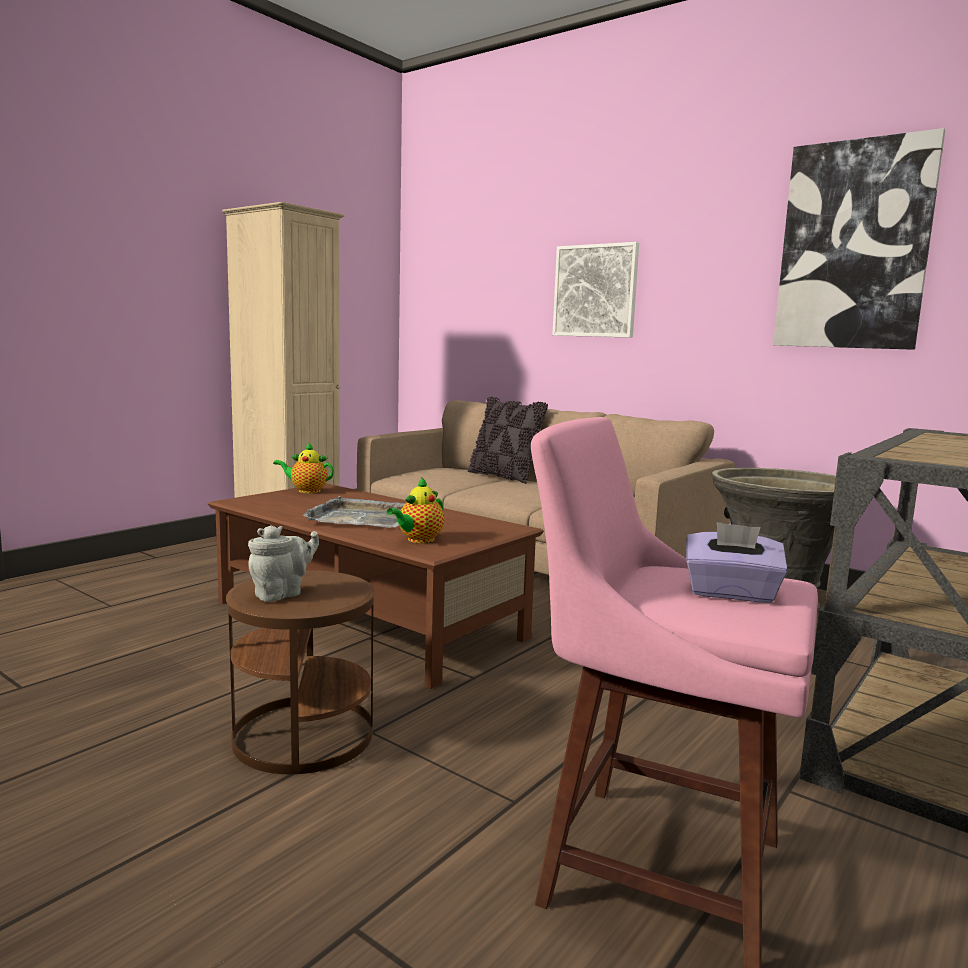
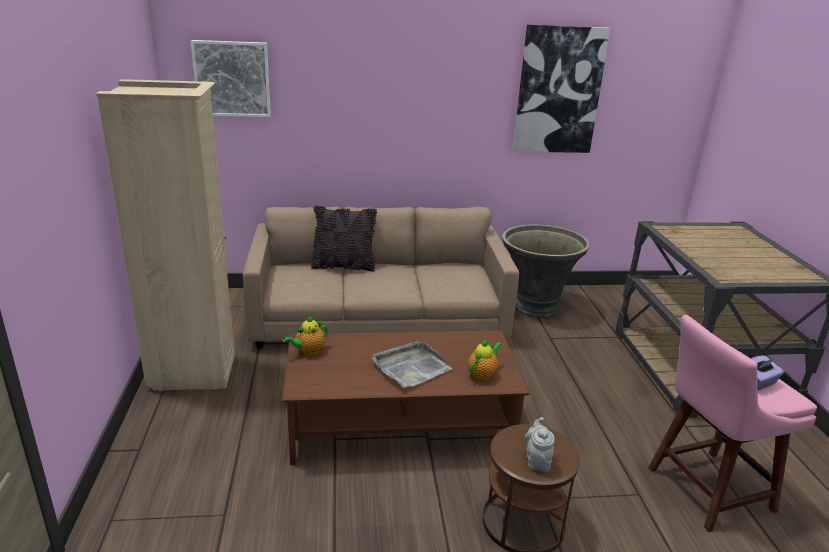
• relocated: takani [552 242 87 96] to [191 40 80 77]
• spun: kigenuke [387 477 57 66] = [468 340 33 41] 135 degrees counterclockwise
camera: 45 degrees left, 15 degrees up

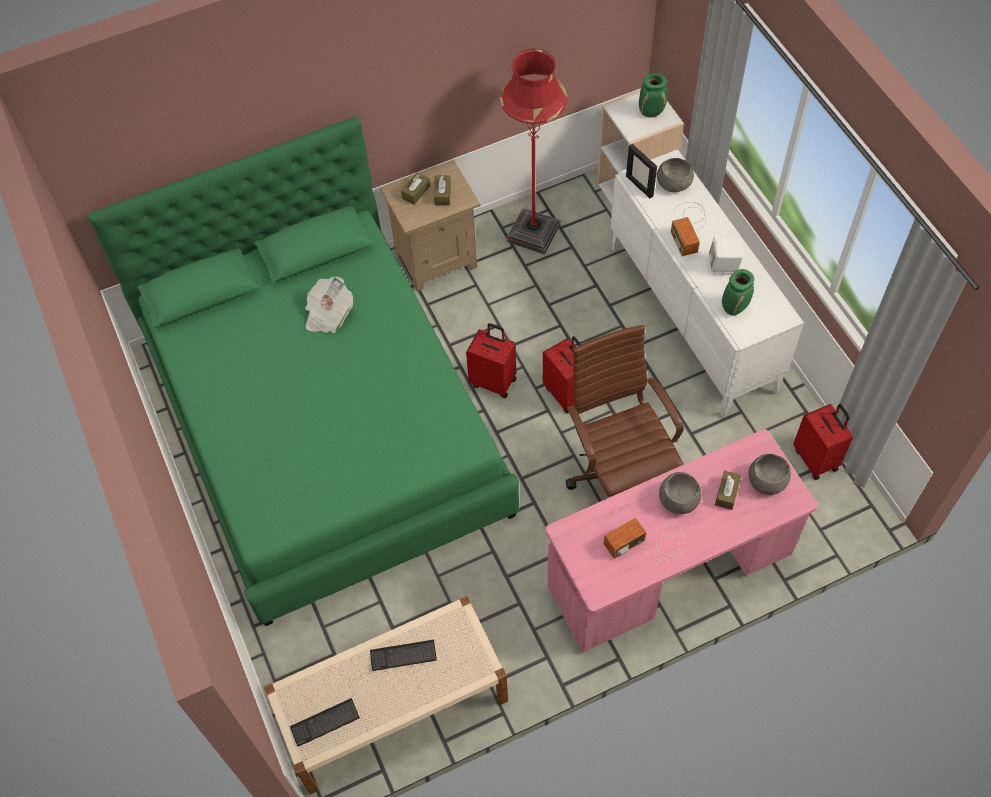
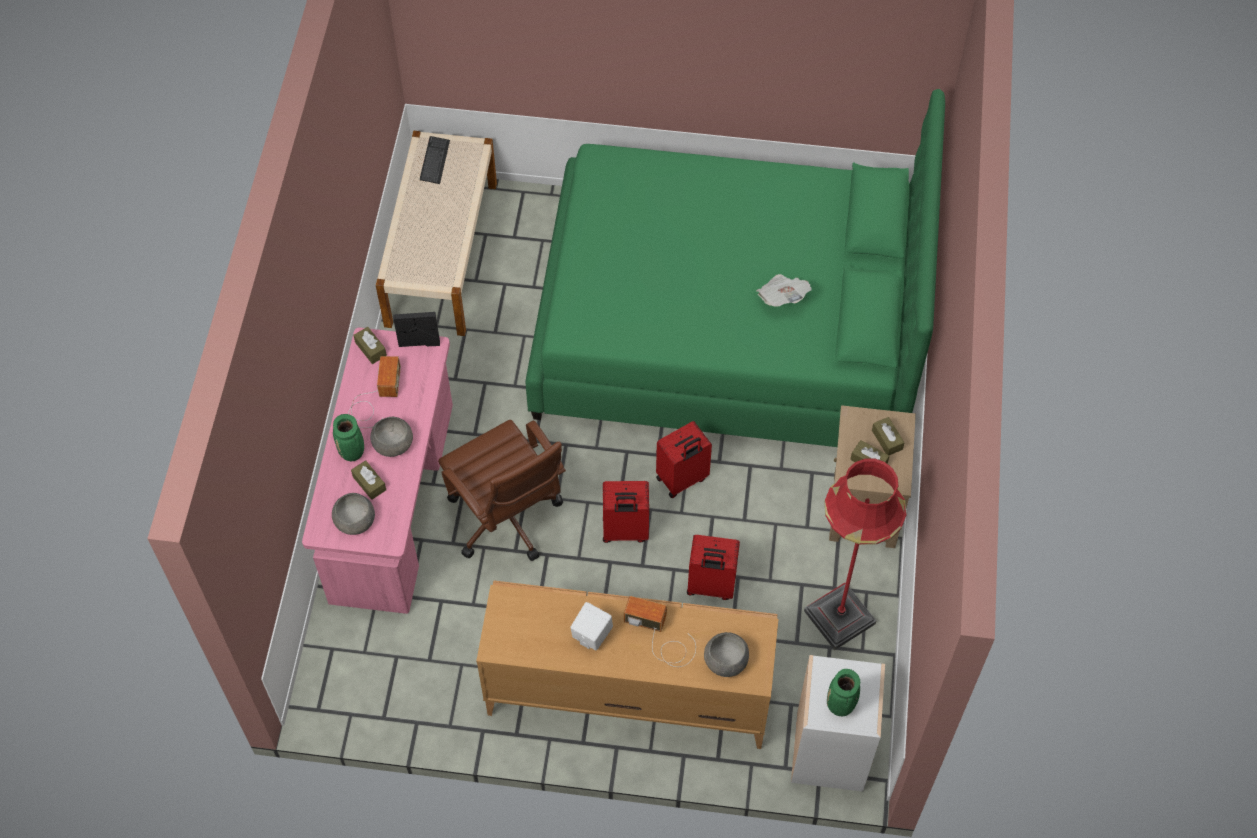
• relocated: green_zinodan [722 269 32 46] to [333 414 31 47]
• appeared: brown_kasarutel [353 327 34 37]
• relocated: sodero [626 144 31 54] to [393 312 47 35]
• spun: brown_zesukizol [566 325 118 172] = [438 420 128 141] 45 degrees clockwise
• colour: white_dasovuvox [611 149 193 269] to brown_dasovuvox [476 580 302 169]
• relocated: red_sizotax [794 404 59 76] to [687 535 53 65]
• missing: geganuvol [370 639 67 32]
camera: 120 degrees right, 0 degrees up

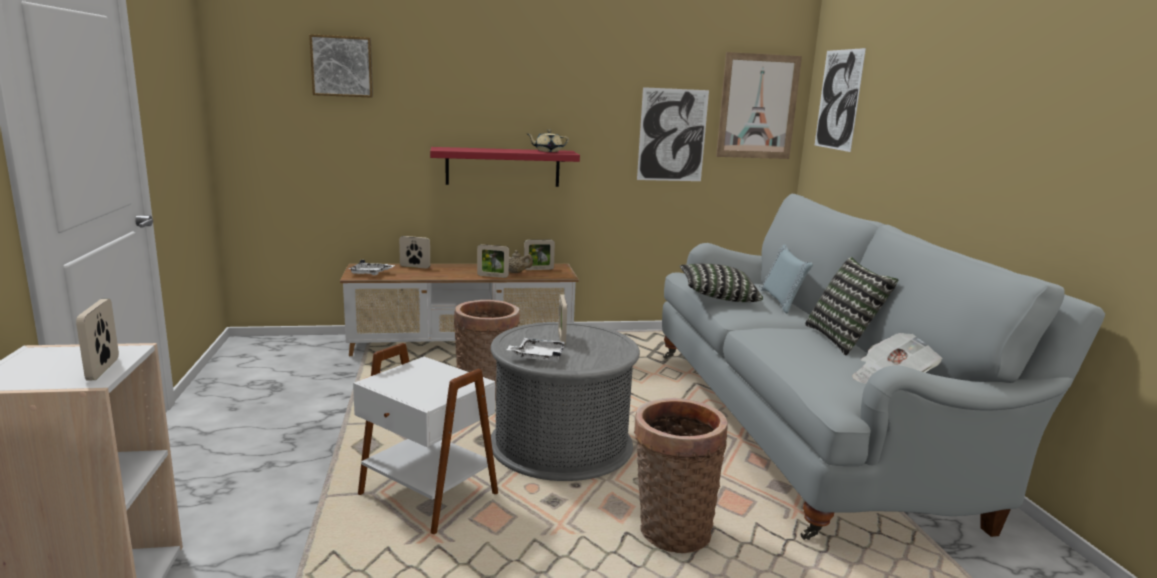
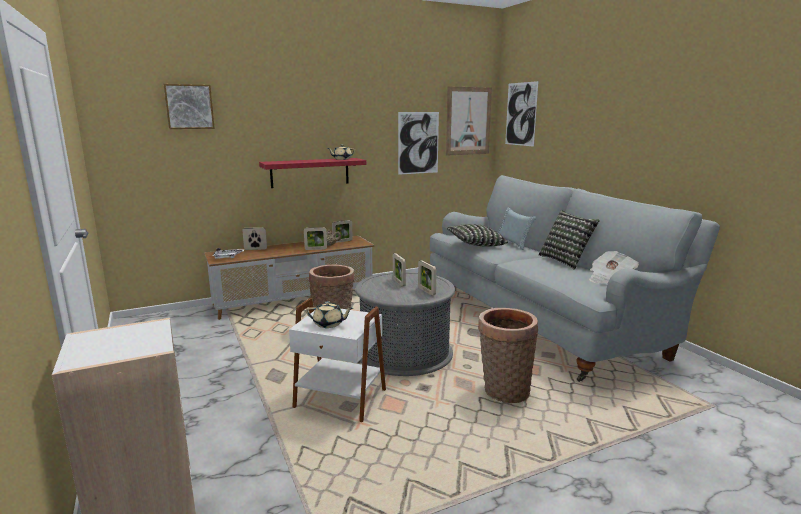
• appeared: beige_kigenuke [306 301 47 27]
• relocated: sodero [76 299 43 82] to [418 260 19 36]
• missing: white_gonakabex [507 338 58 23]
camera: 15 degrees left, 0 degrees up

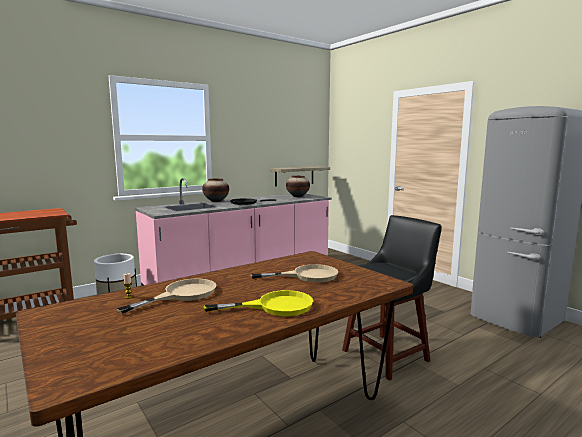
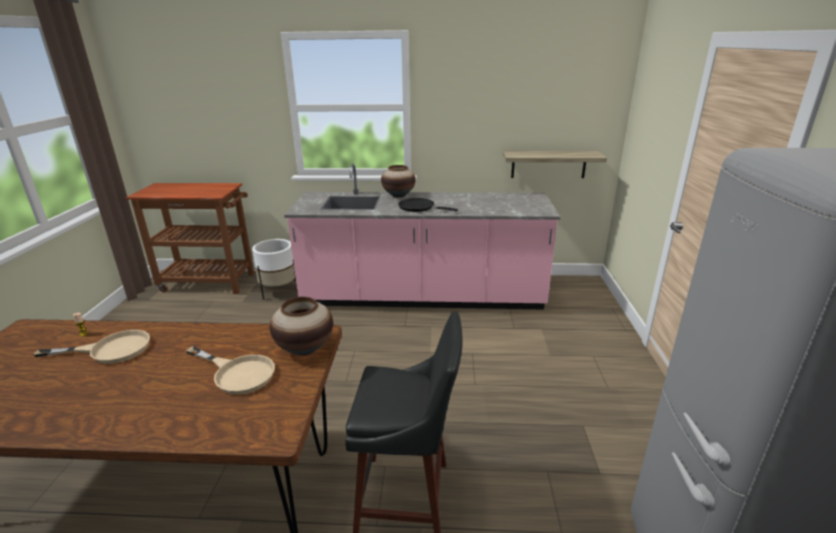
• relocated: zinodan [286 176 24 21] to [270 297 63 59]
• missing: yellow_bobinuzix [204 290 109 26]
camera: 40 degrees right, 15 degrees up

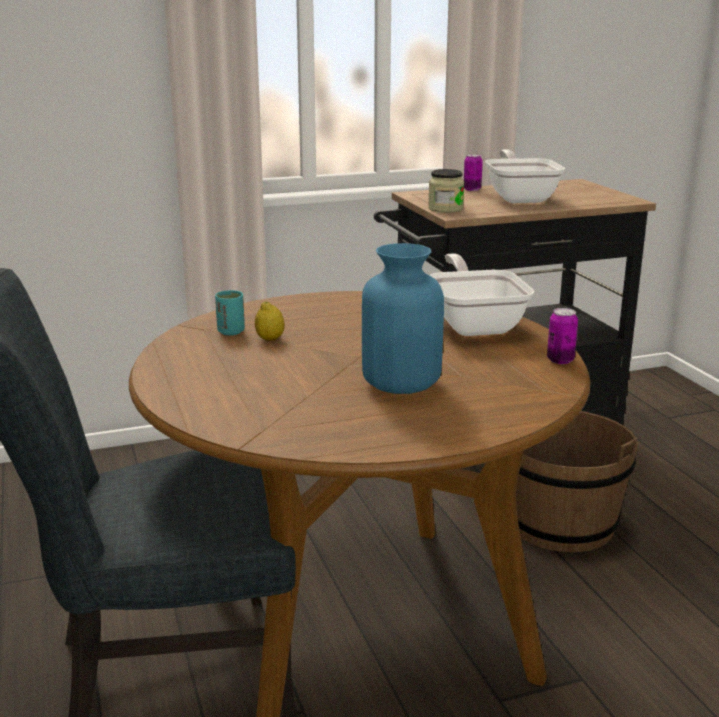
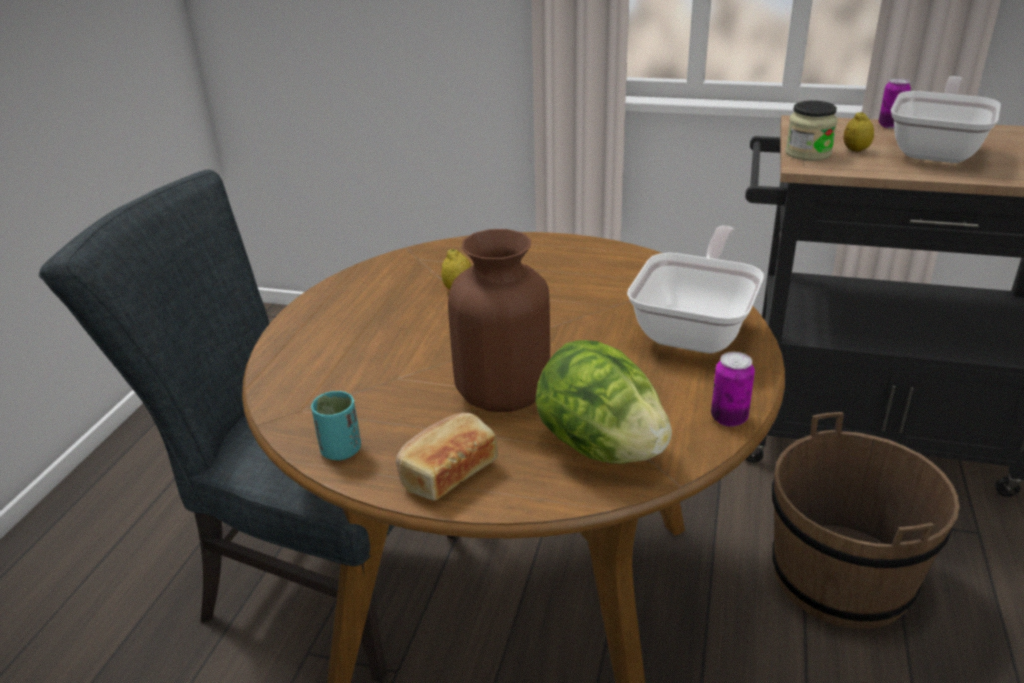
• relocated: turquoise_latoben [215 290 30 45] to [311 391 50 70]
• appeared: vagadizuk [396 413 102 88]
• colour: blue_zinodan [362 243 82 151] to brown_zinodan [448 229 102 183]
• appeared: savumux [536 340 136 124]
• appeared: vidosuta [843 112 31 40]
camera: 35 degrees right, 10 degrees up

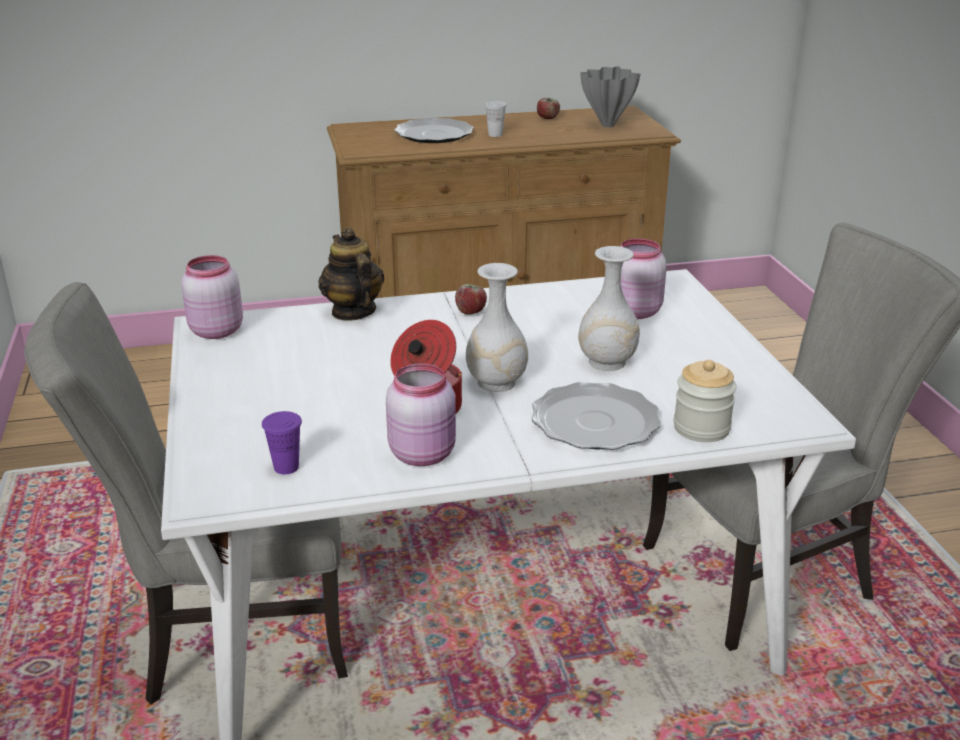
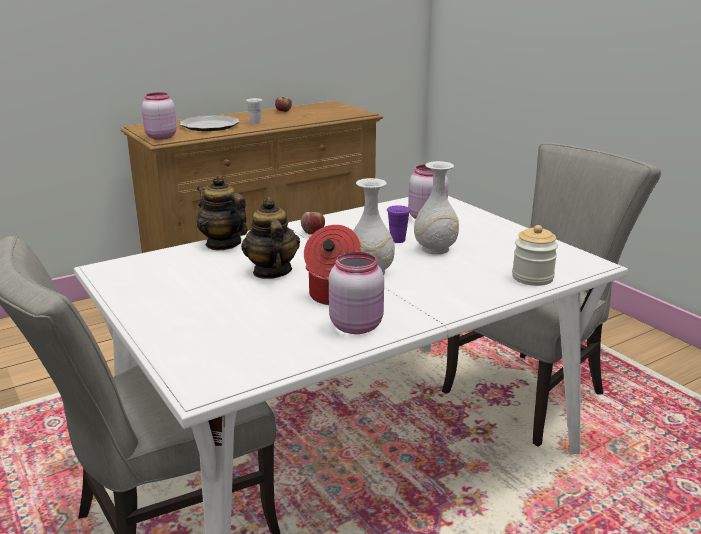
• relocated: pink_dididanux [181 255 62 84] to [142 92 35 48]
• appeared: kigenuke [241 197 59 82]
• relocated: purple_latoben [262 411 40 63] to [387 205 24 38]
• missing: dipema [531 382 130 68]
• missing: grey_zinodan [580 66 60 61]
camera: 20 degrees left, 5 degrees down

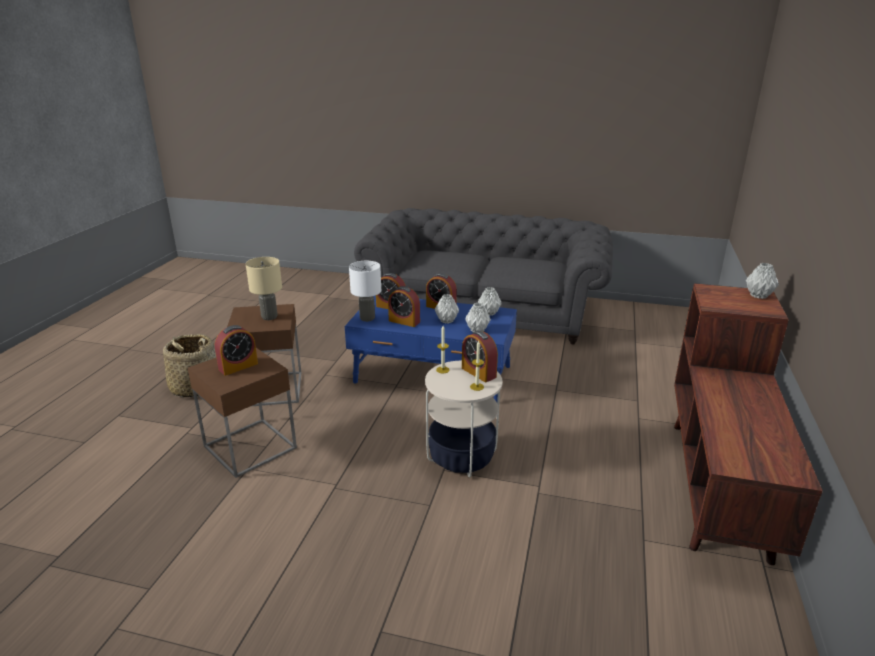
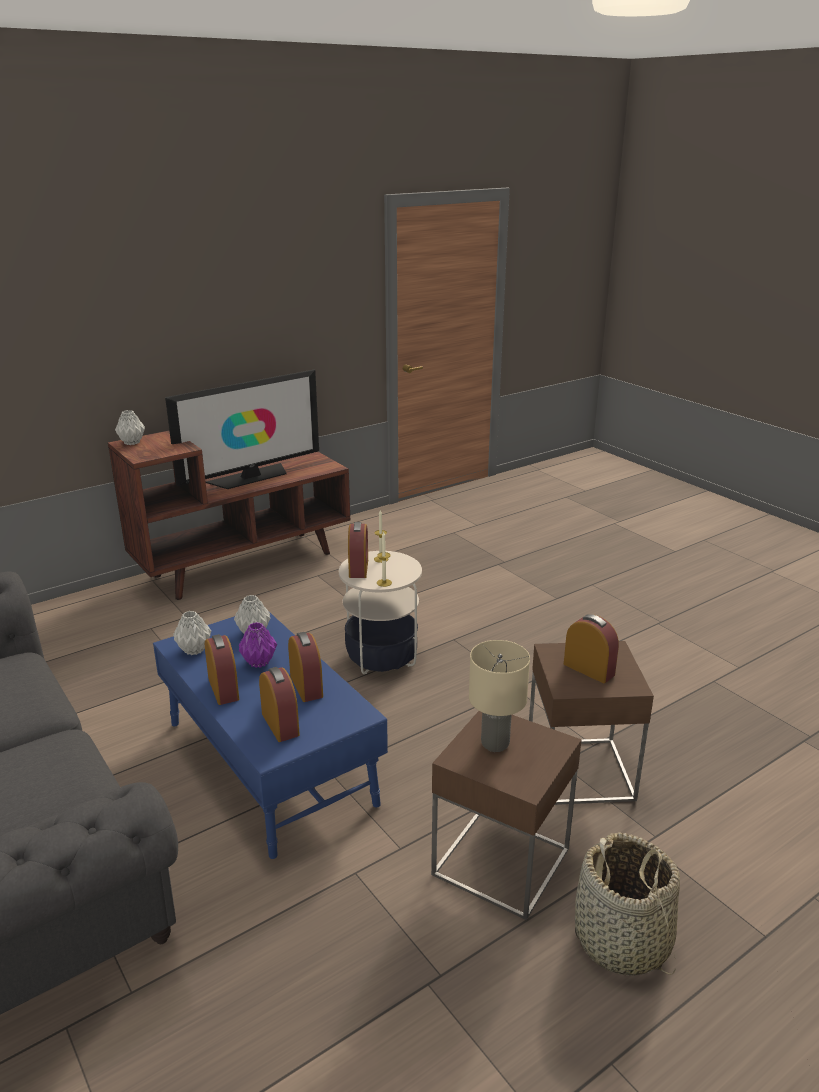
• appeared: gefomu [165 369 154 120]
• colour: grey_zinodan [435 294 24 30] to purple_zinodan [239 622 38 46]
• spun: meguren [215 325 43 51] = [564 614 55 69] 45 degrees clockwise
• missing: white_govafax [349 261 32 61]
camera: 140 degrees left, 0 degrees up

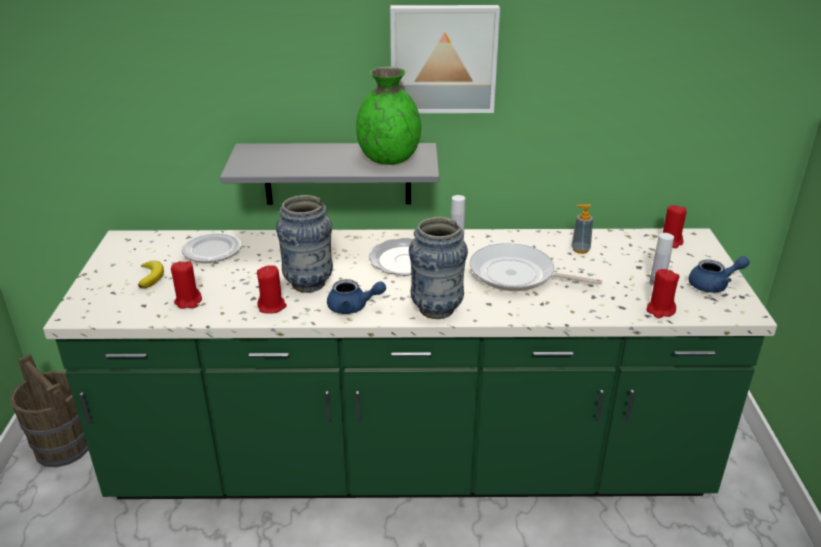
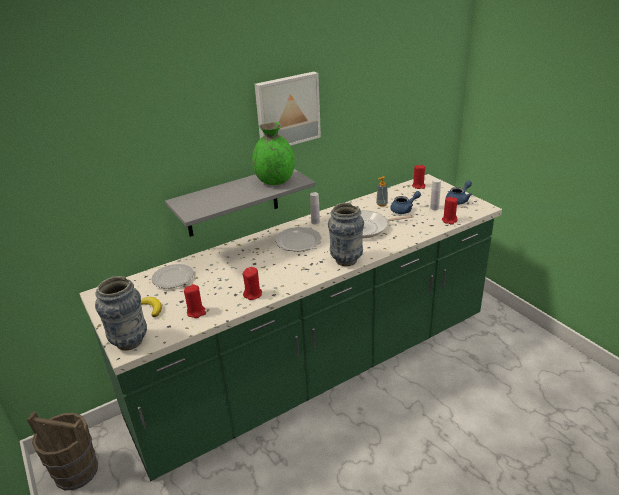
• relocated: zinodan [276 195 57 98] to [95 276 52 75]
• relocated: blue_kigenuke [327 279 59 35] to [390 191 31 23]
camera: 30 degrees left, 0 degrees up

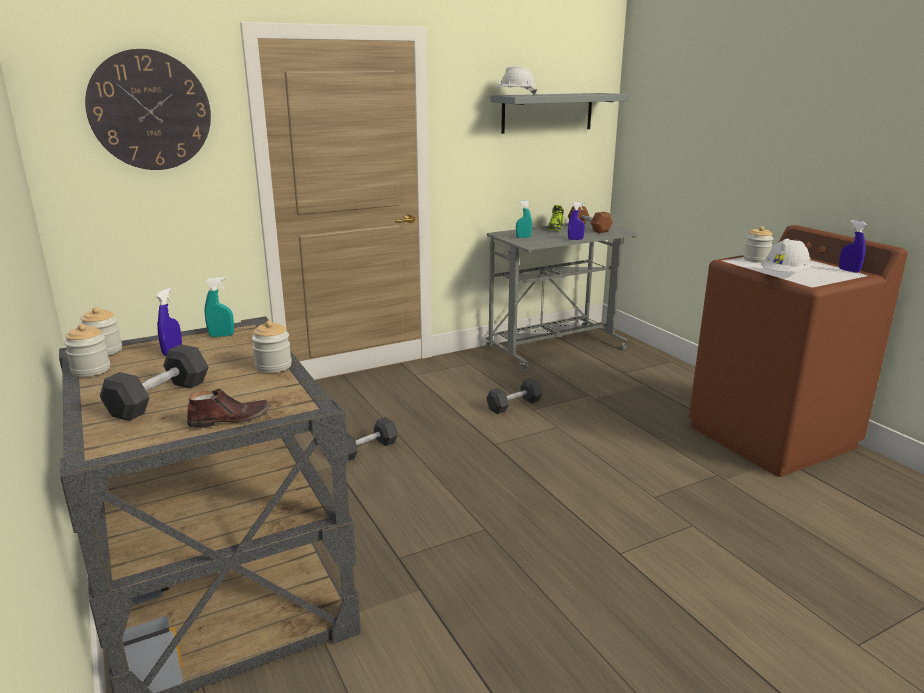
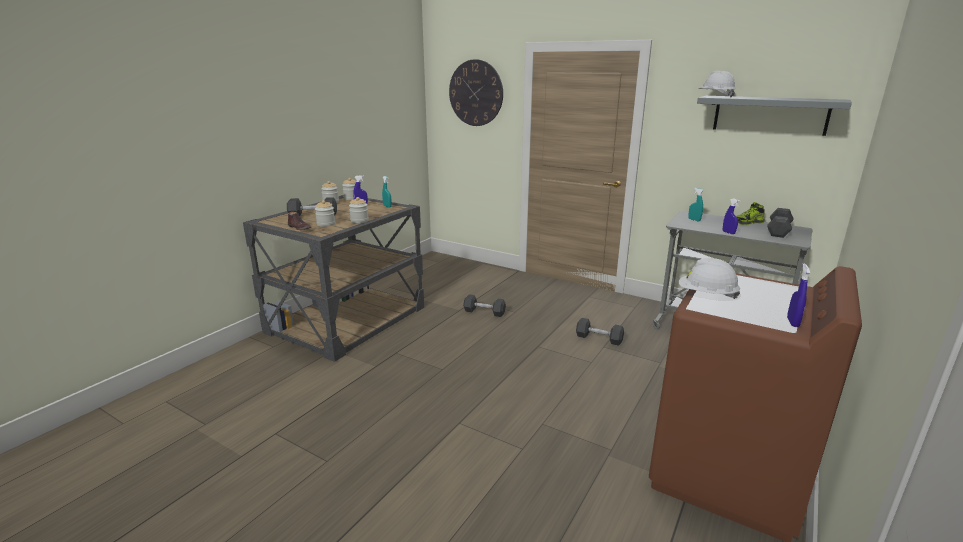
• relocated: dididanux [744 226 30 37] to [315 200 20 27]
• colour: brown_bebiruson [568 206 45 27] to grey_bebiruson [767 208 27 30]
camera: 60 degrees right, 0 degrees up

